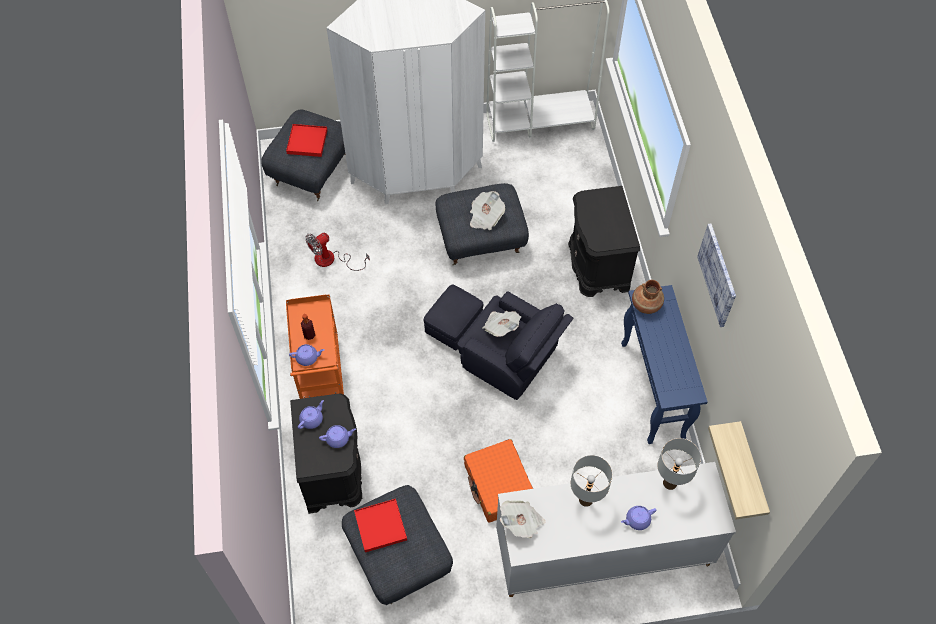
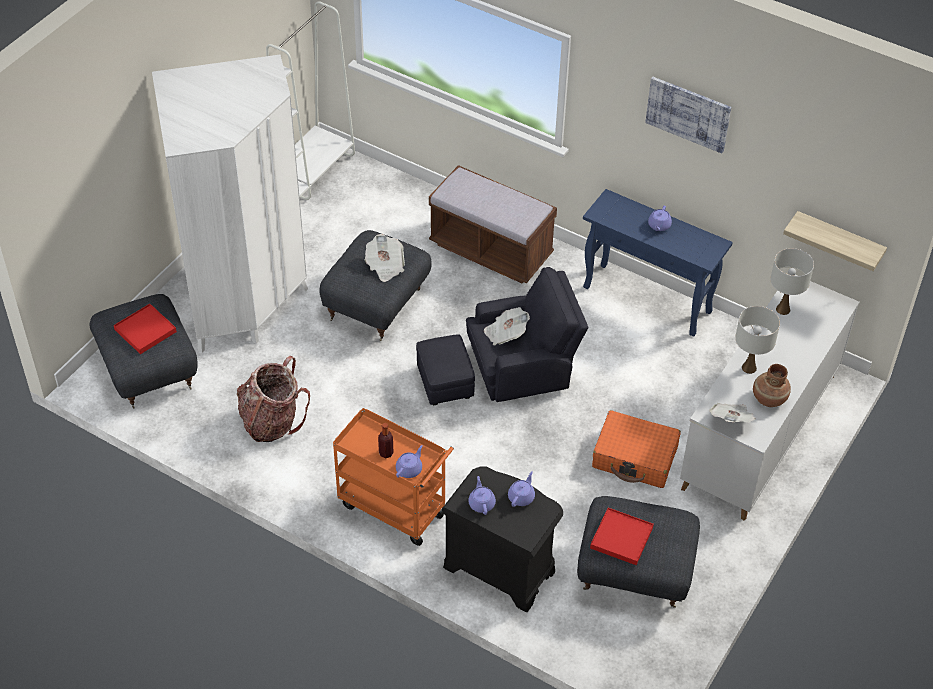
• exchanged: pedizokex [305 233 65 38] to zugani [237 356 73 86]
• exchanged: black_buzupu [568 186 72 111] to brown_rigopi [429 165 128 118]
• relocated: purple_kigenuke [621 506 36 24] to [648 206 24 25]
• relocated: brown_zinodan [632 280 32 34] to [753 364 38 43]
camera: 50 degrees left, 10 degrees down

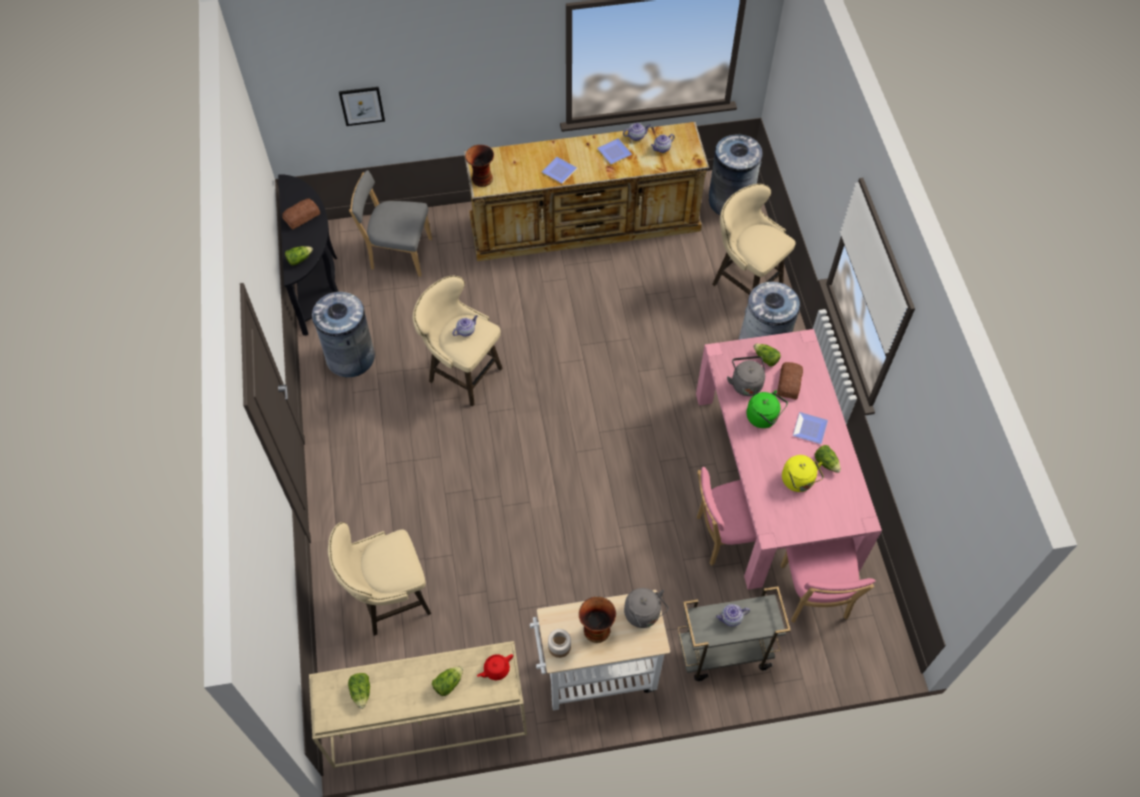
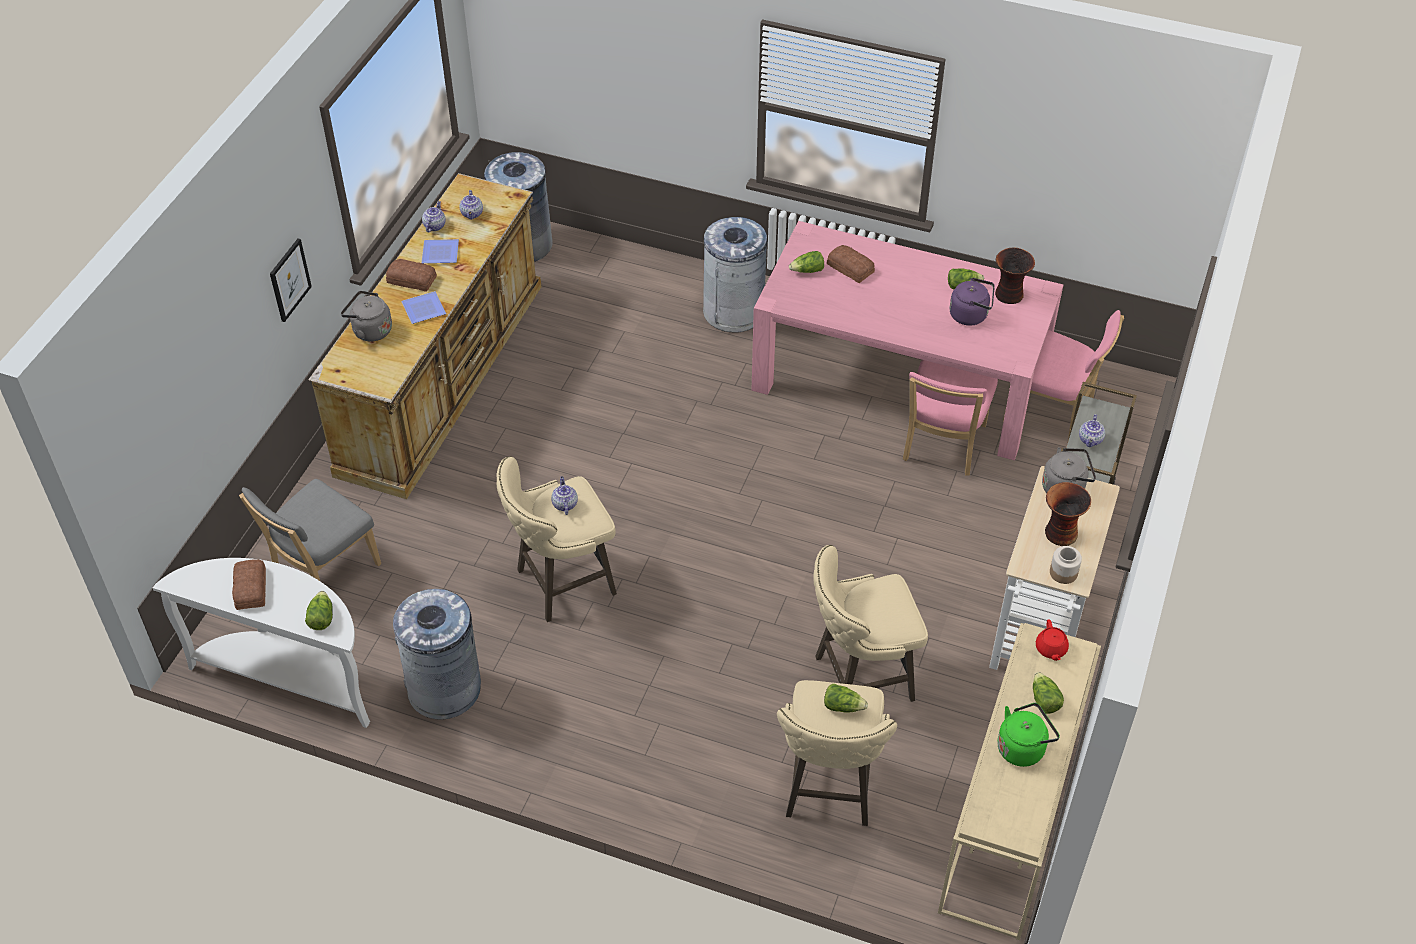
• colour: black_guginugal [278 174 61 162] to white_guginugal [153 558 217 170]
• relocated: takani [339 87 46 39] to [270 238 42 84]
• relocated: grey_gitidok [727 356 38 40] to [341 291 51 51]
• appeared: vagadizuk [386 259 51 33]
• relocated: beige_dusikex [712 184 84 111] to [813 545 115 157]
• relocated: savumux [348 673 22 36] to [824 684 44 29]
• colour: yellow_gitidok [782 455 42 37] to purple_gitidok [950 278 45 48]
• relocated: zinodan [465 145 29 42] to [995 247 40 57]
• relocated: green_gitidok [746 390 42 38] to [997 703 63 64]
• missing: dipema [793 412 35 32]
camera: 60 degrees left, 10 degrees down

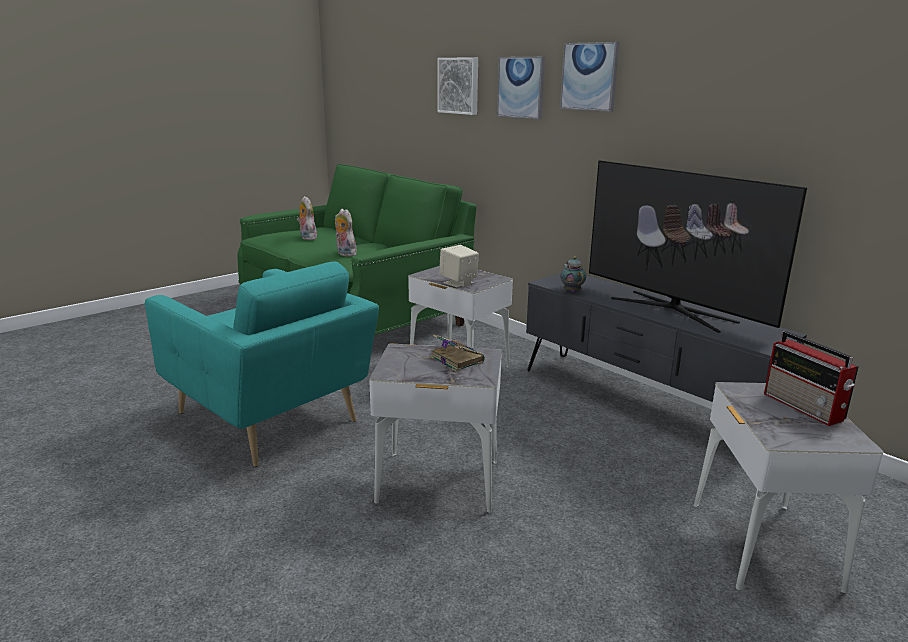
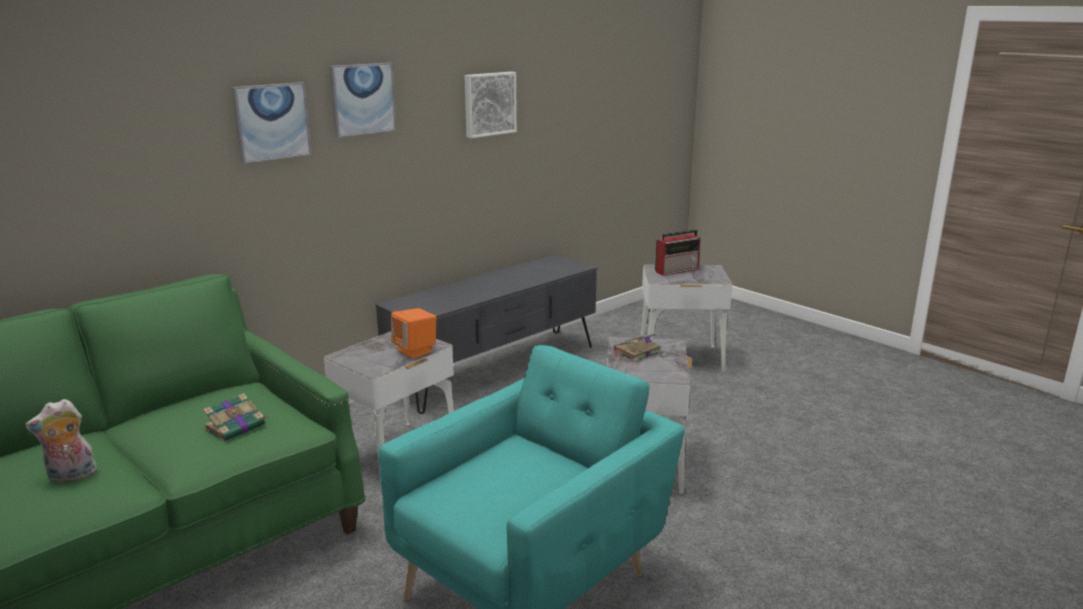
• exchanged: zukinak [335 209 22 48] to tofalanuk [203 393 66 49]
• colour: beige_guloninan [439 245 40 42] to orange_guloninan [391 308 45 51]
• relocated: takani [437 57 41 58] to [464 72 53 66]
• missing: kigenuke [560 256 26 36]
• missing: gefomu [589 160 218 173]
camera: 90 degrees left, 0 degrees up

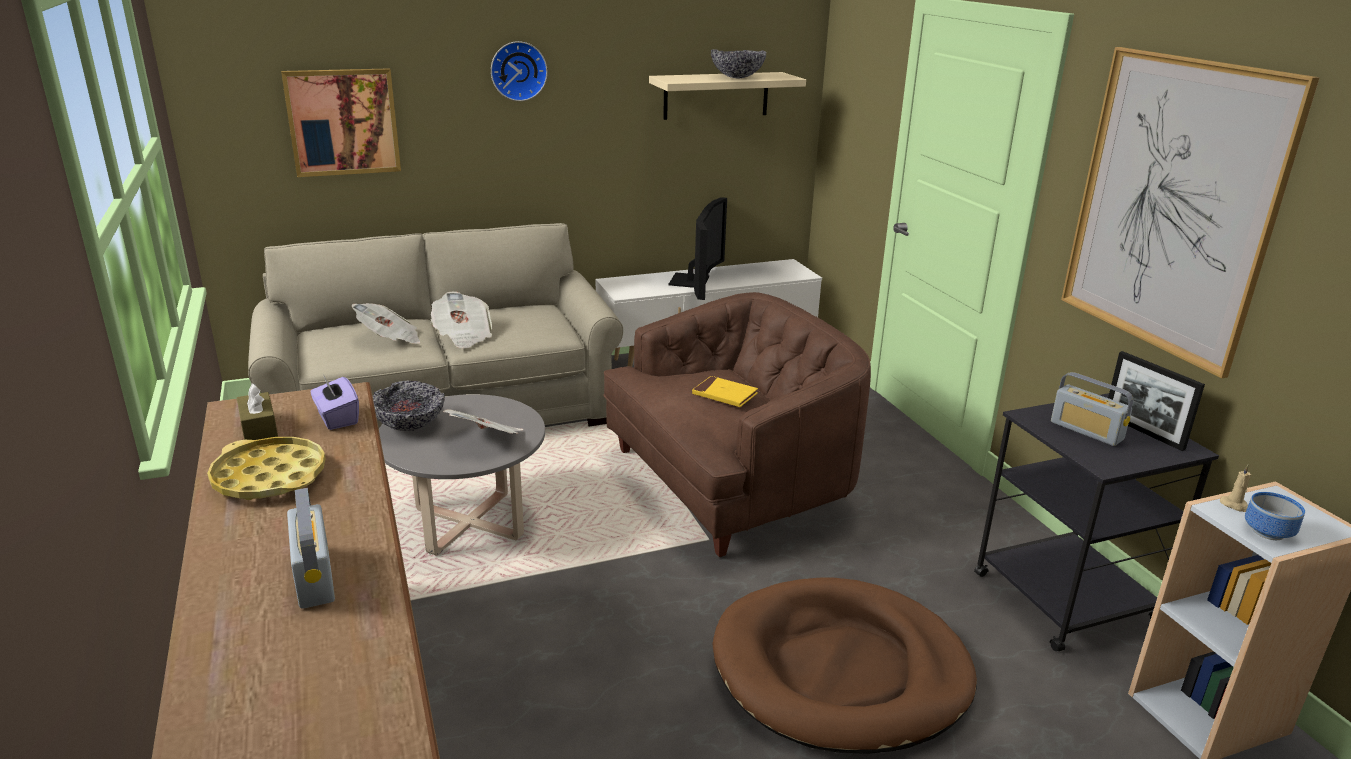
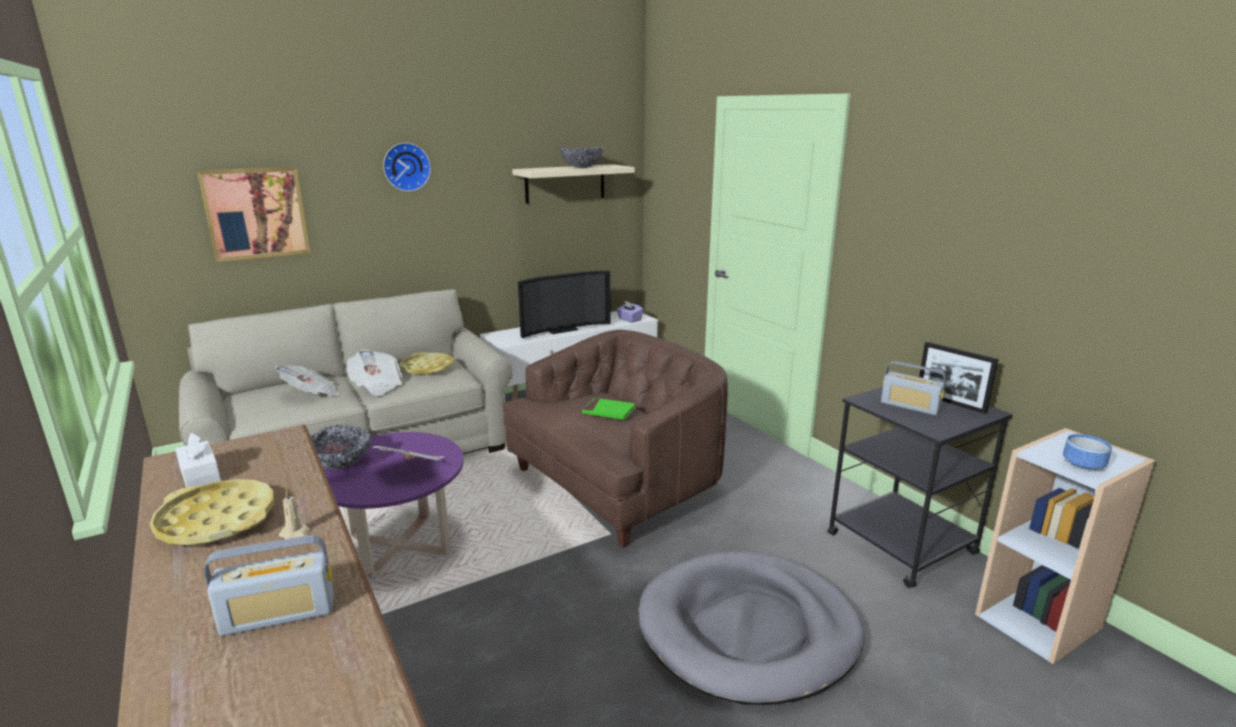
• colour: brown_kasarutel [237 383 41 57] to white_kasarutel [175 433 46 54]
• spun: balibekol [287 488 48 121] = [204 535 130 101] 105 degrees clockwise
• relocated: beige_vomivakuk [1220 465 31 47] to [279 489 31 50]
• colour: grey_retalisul [379 394 166 162] to purple_retalisul [323 432 141 147]
• appeared: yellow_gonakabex [400 352 53 23]
• spun: gefomu [669 197 58 103] = [518 270 92 68] 60 degrees clockwise
• colour: yellow_tofalanuk [692 376 66 31] to green_tofalanuk [582 398 54 22]
• relocated: purple_kasarutel [310 376 49 54] to [616 301 27 22]
• colour: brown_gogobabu [712 577 265 177] to grey_gogobabu [639 551 226 154]
• missing: takani [1061 47 259 331]
camera: 10 degrees left, 5 degrees down

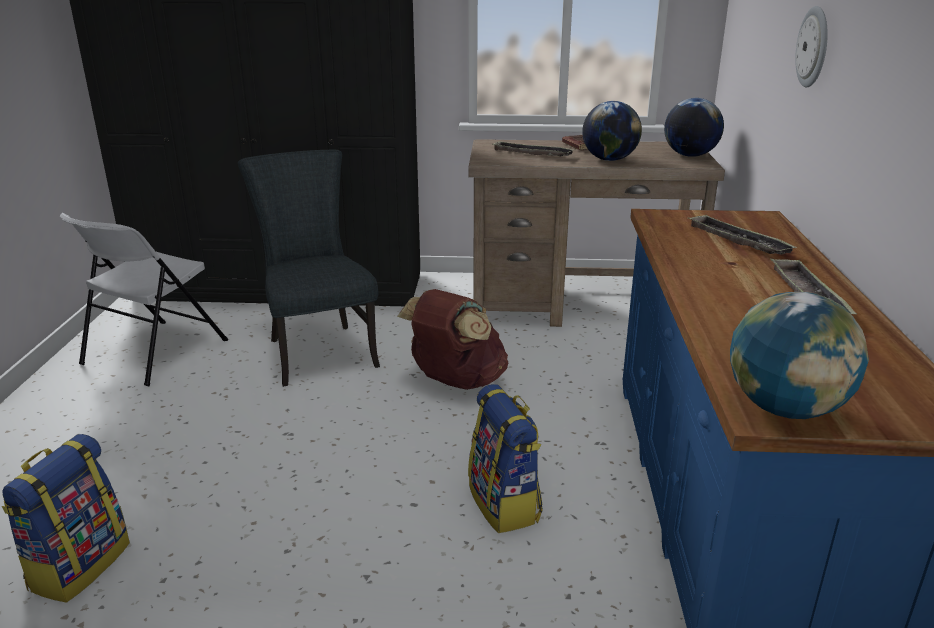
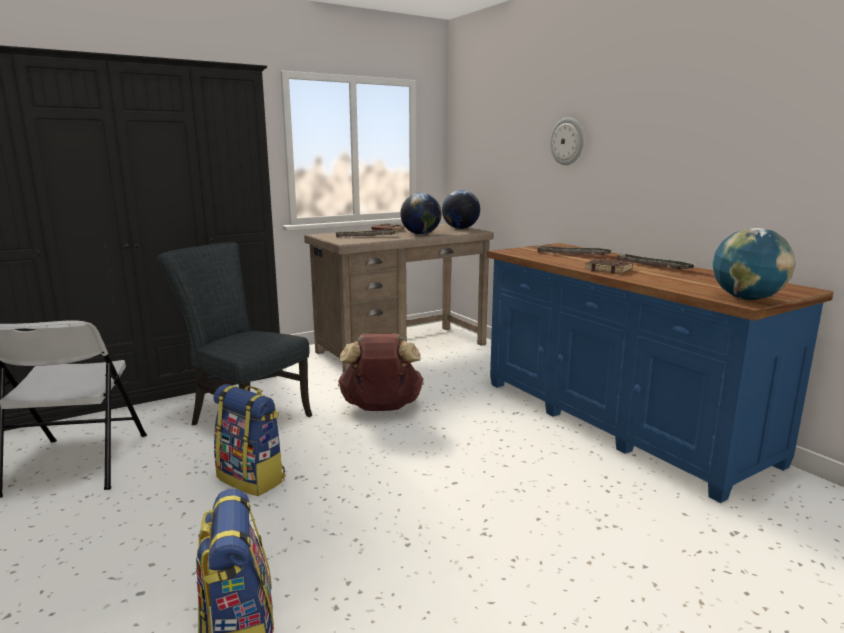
• relocated: zugani [468 384 75 149] to [213 384 72 112]
• appeared: brown_tofalanuk [585 259 48 15]
camera: 35 degrees left, 10 degrees down

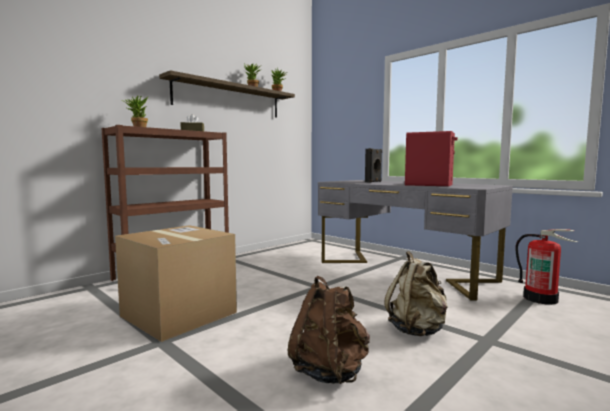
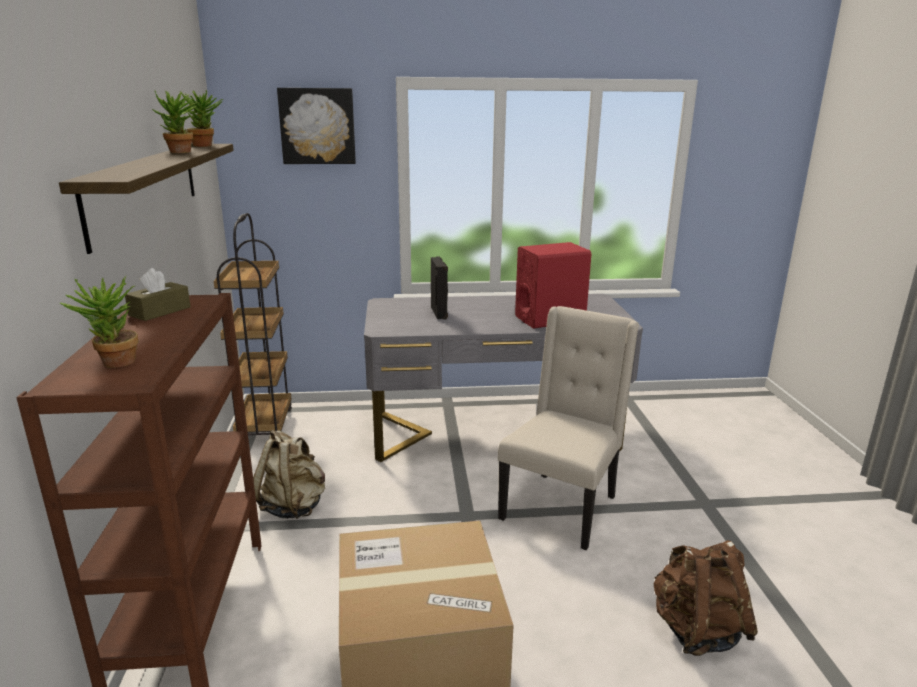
• appeared: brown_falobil [214 213 78 222]
• relocated: beige_zugani [384 251 64 85] to [253 430 72 89]
• appeared: takani [277 88 79 76]
• appeared: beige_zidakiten [498 306 141 245]
• missing: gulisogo [515 229 63 76]
camera: 50 degrees left, 15 degrees up

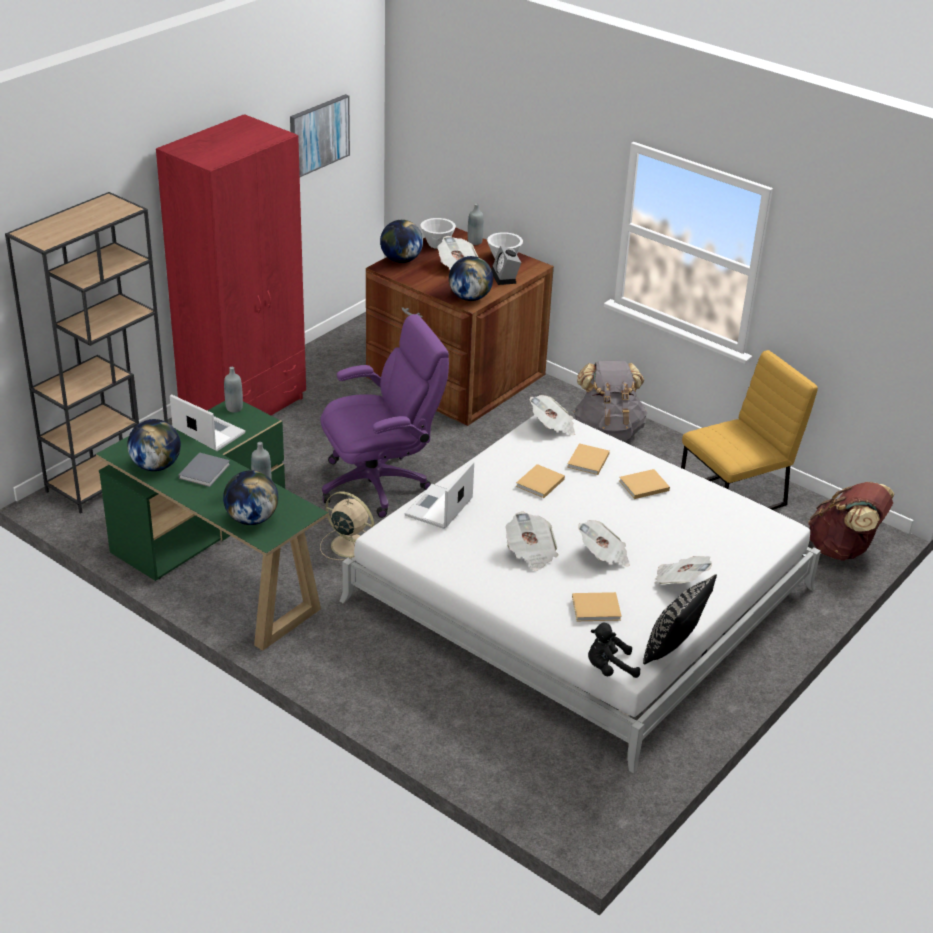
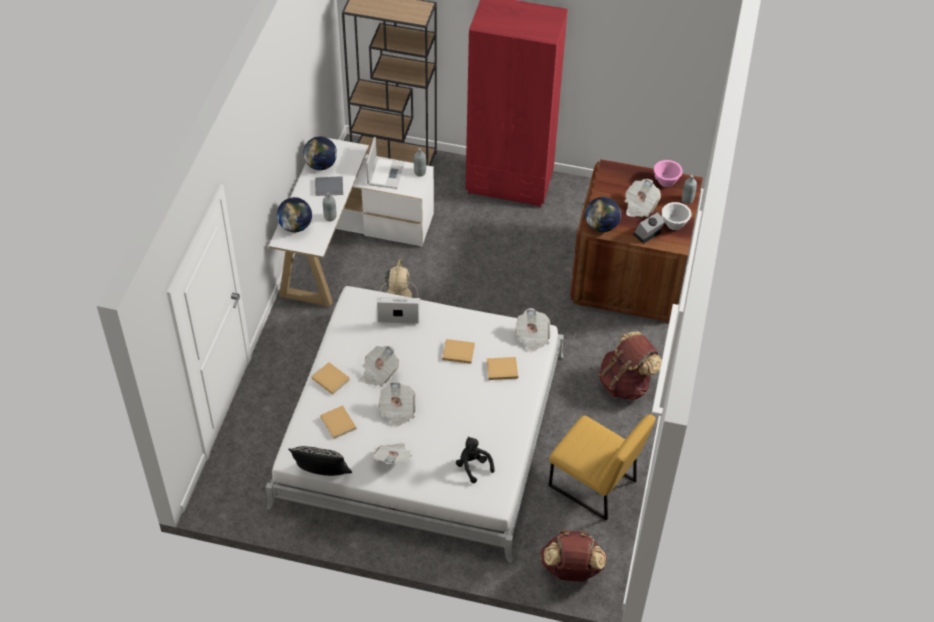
• colour: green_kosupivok [96 401 232 250] to white_kosupivok [269 136 165 171]
• relocated: beige_tofalanuk [619 469 51 30] to [311 362 39 33]
• relocated: black_zukinak [588 623 52 55] to [456 436 39 47]
• colour: grey_zugani [574 361 73 80] to brown_zugani [599 331 63 70]
• colour: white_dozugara [420 218 36 31] to pink_dozugara [654 160 29 27]
• missing: takani [290 94 60 83]
• missing: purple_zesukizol [320 314 129 204]
• missing: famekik [380 220 43 43]
camera: 65 degrees right, 15 degrees up

